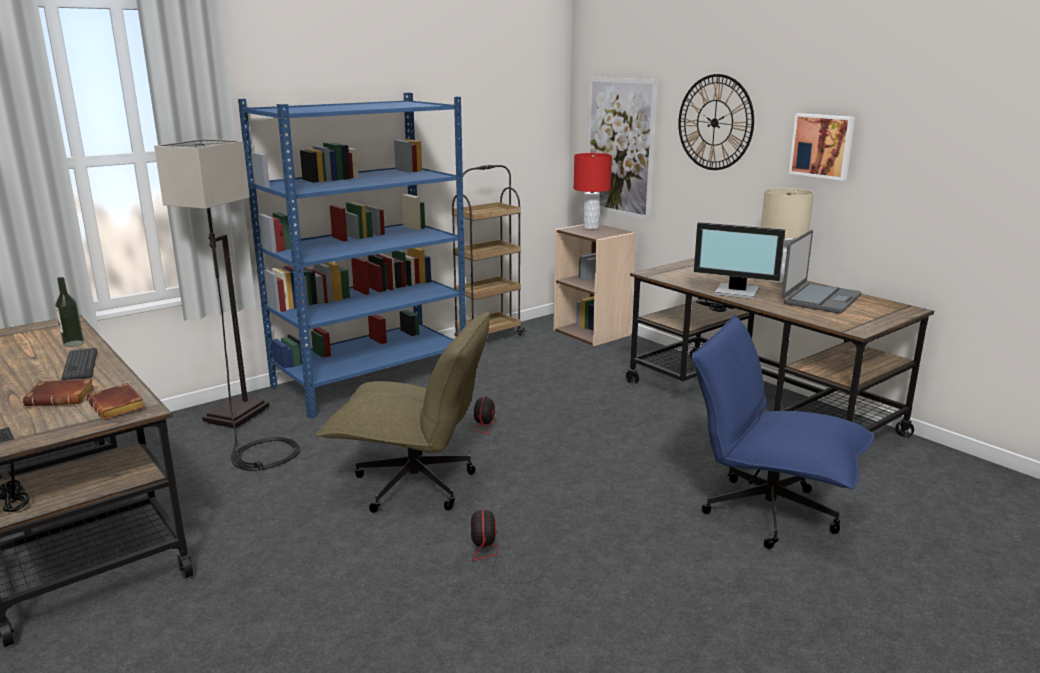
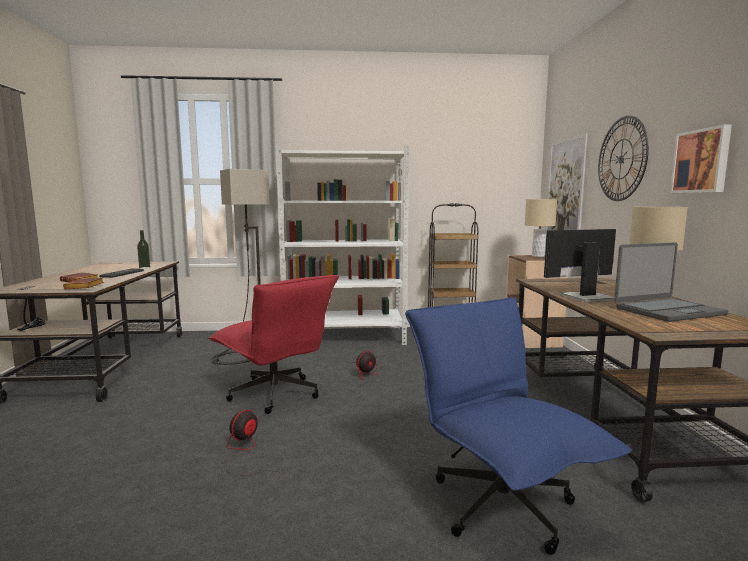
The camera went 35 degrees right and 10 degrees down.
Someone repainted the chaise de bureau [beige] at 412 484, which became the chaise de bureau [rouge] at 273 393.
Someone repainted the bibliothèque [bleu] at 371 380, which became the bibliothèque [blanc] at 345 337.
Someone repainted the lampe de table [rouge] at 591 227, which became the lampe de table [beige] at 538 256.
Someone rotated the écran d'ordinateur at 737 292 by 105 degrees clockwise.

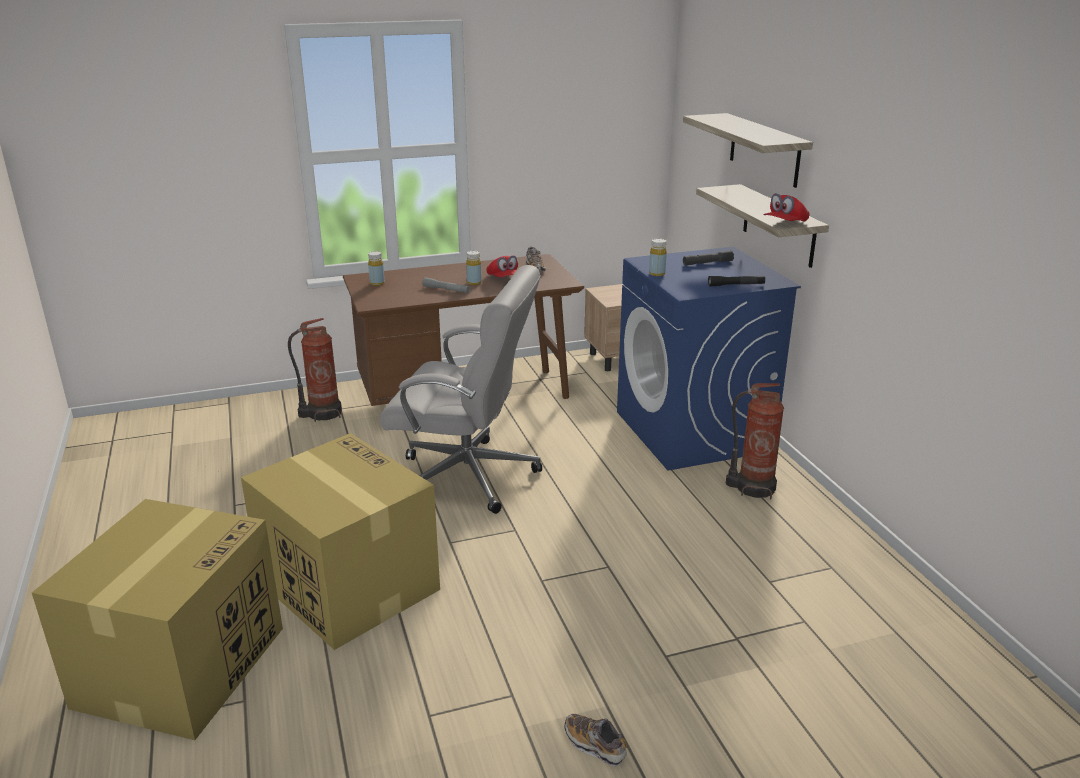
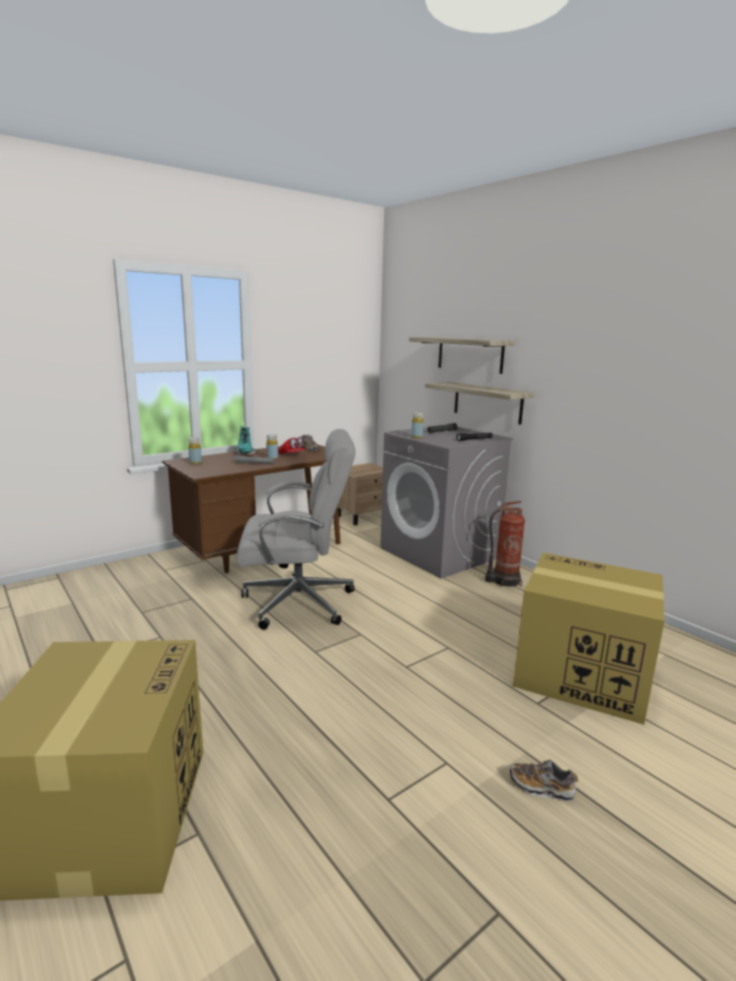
The camera went 20 degrees left and 10 degrees down.
Someone put down the botte [turquoise] at 245 454.
Someone repainted the lave-linge [bleu] at 694 431, which became the lave-linge [gris] at 440 553.
Someone carried the carton from 347 584 to 579 675.
Someone took away the extincteur at 322 413.
Someone took away the casquette [rouge] at 785 224.

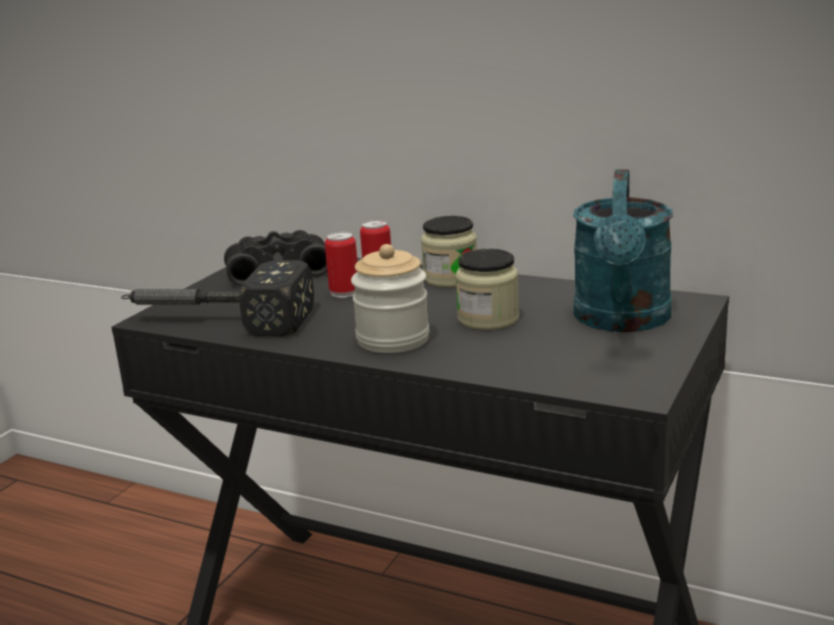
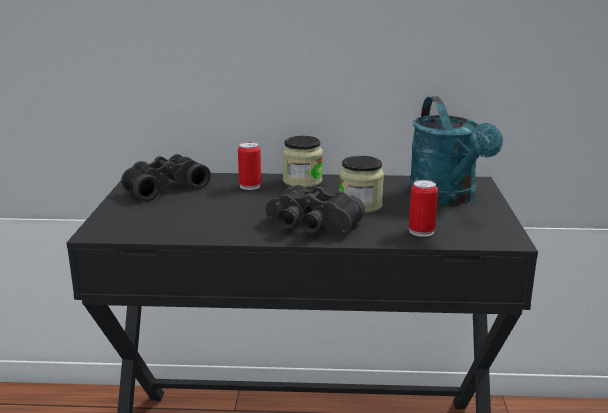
The camera went 25 degrees left and 0 degrees up.
Someone swapped the bocal at 393 340 for the jumelles [noir] at 311 226.
Someone carried the boîte métallique from 344 292 to 421 231.
Someone took away the marteau at 214 320.

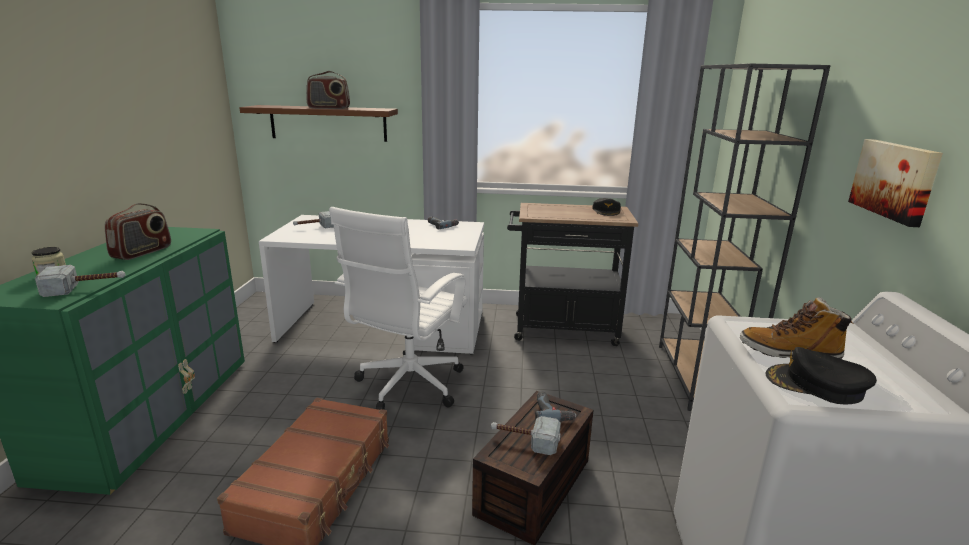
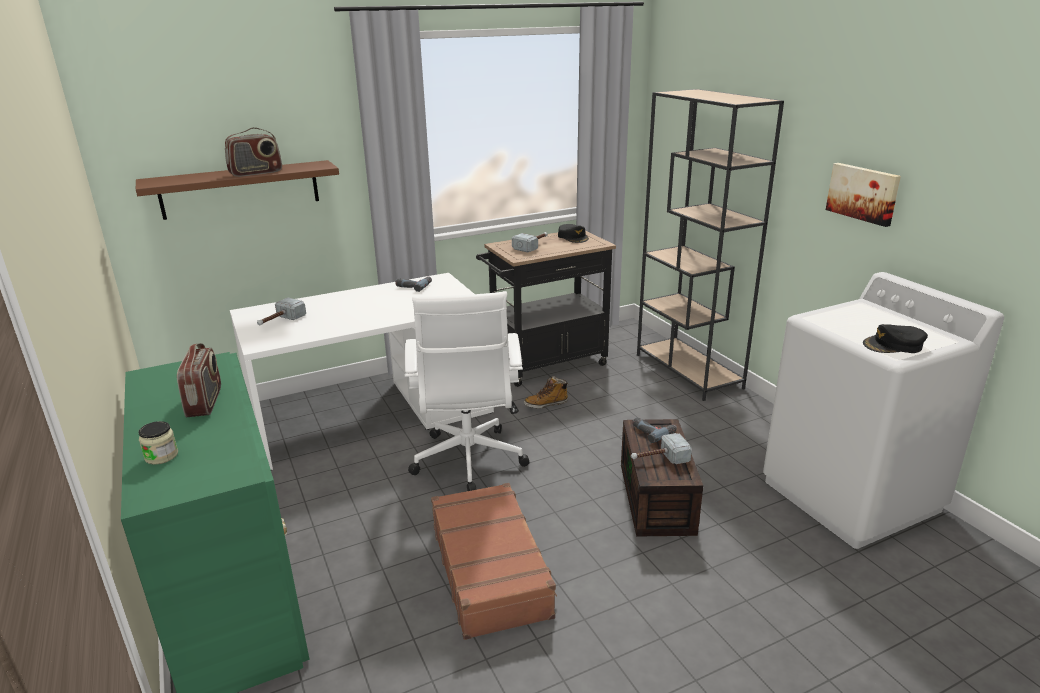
The camera went 30 degrees left and 5 degrees up.
Someone carried the marteau from 86 288 to 533 246.
Someone carried the botte from 789 353 to 546 404.

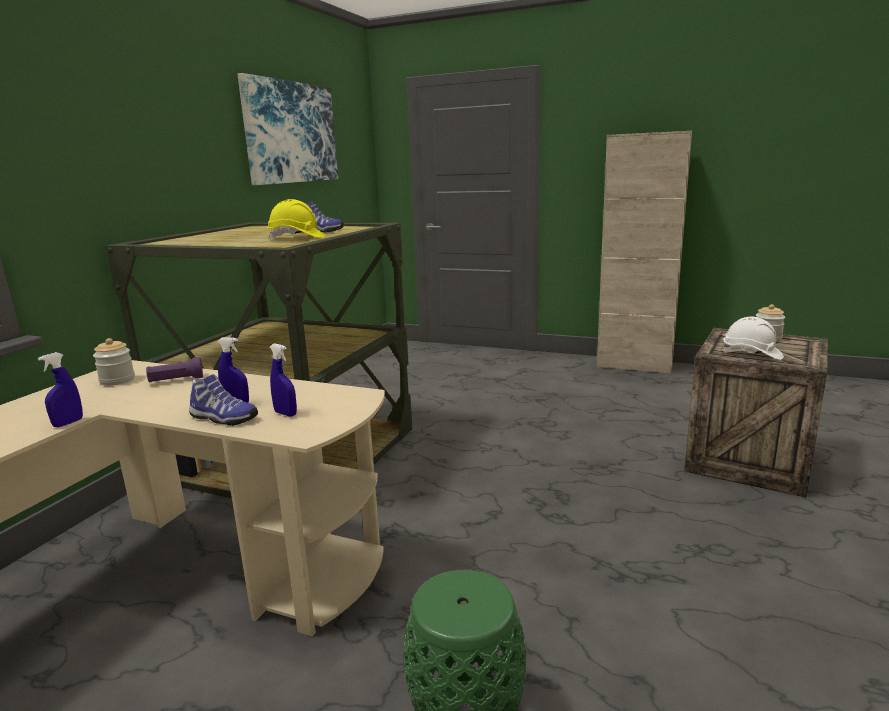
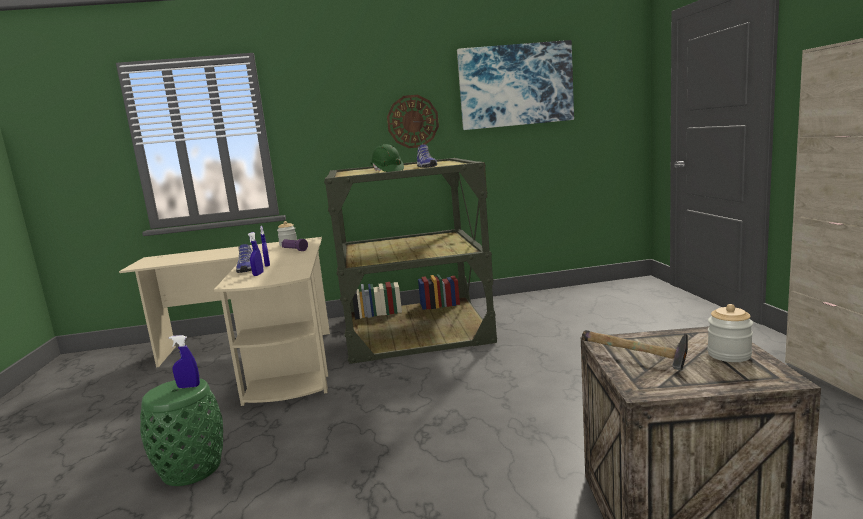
The camera went 60 degrees right and 5 degrees down.
Someone carried the vaporisateur [bleu] from 68 423 to 188 386.
Someone repainted the casque de chantier [jaune] at 297 238, which became the casque de chantier [vert] at 387 171.
Someone put up the horloge murale at 412 121.
Someone swapped the casque de chantier [blanc] at 751 354 for the marteau at 634 357.

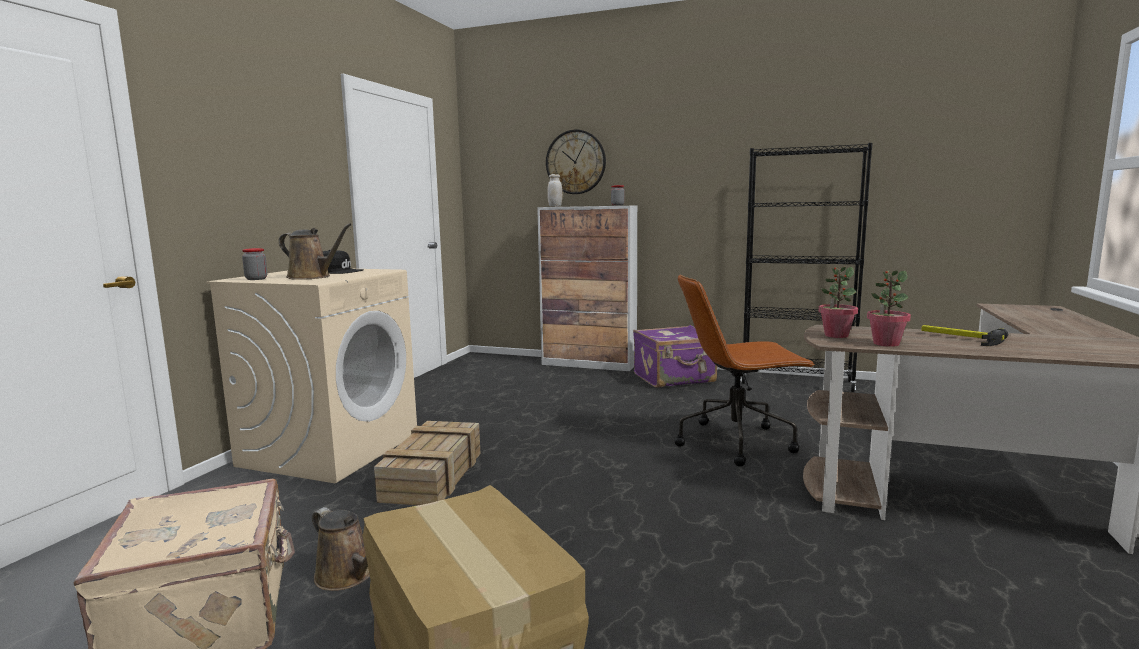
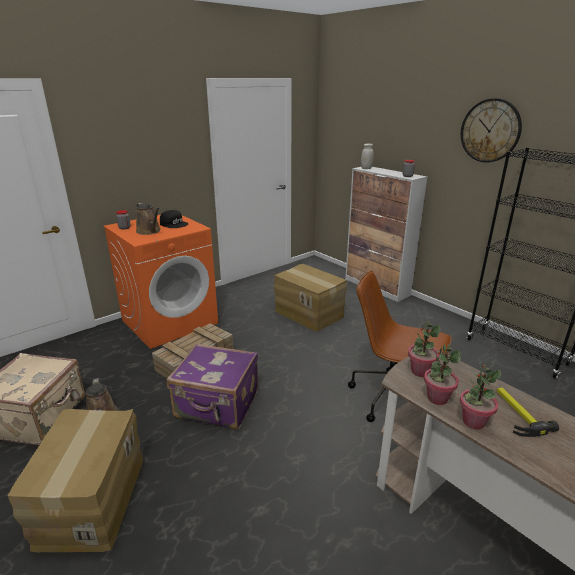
The camera went 30 degrees right and 15 degrees up.
Someone repainted the lave-linge [beige] at 331 448, which became the lave-linge [orange] at 170 321.
Someone carried the valise [violet] from 675 378 to 217 405.
Someone put down the carton at 309 313.
Someone put down the plante en pot at 473 421.
Someone carried the horloge murale from 575 162 to 490 131.

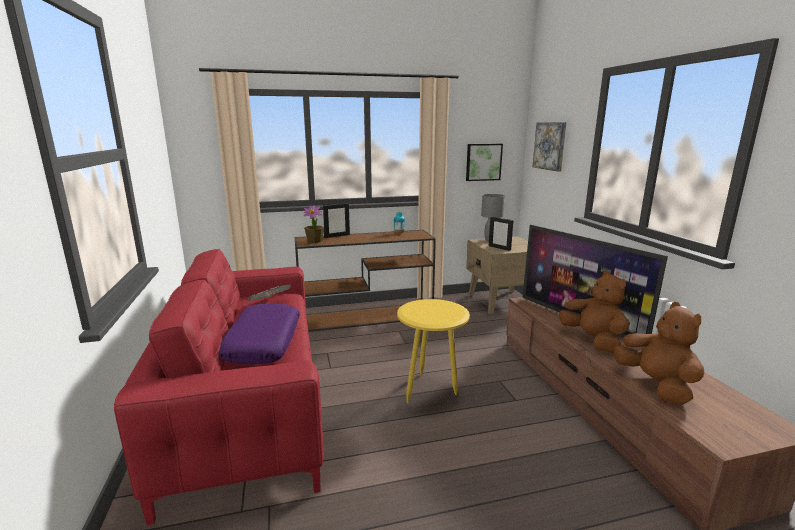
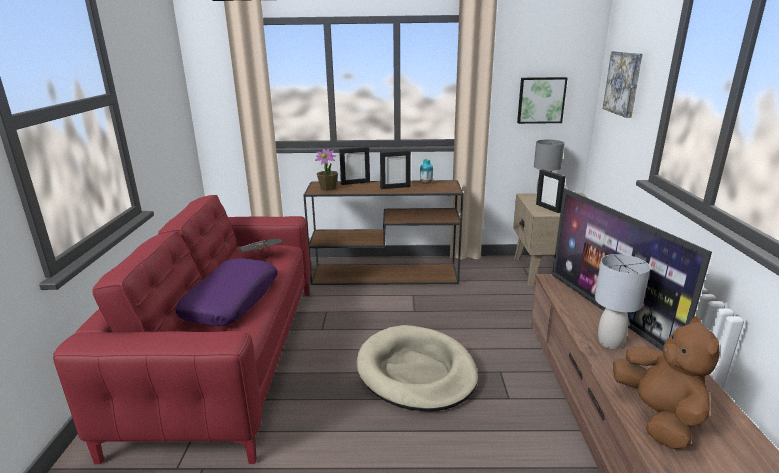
The camera went 15 degrees right and 5 degrees up.
Someone swapped the table d'appoint [jaune] at 431 390 for the panier pour chien [beige] at 416 371.
Someone put down the cadre photo at 395 187.
Someone swapped the peluche [marron] at 593 340 for the lampe de table [gris] at 610 343.

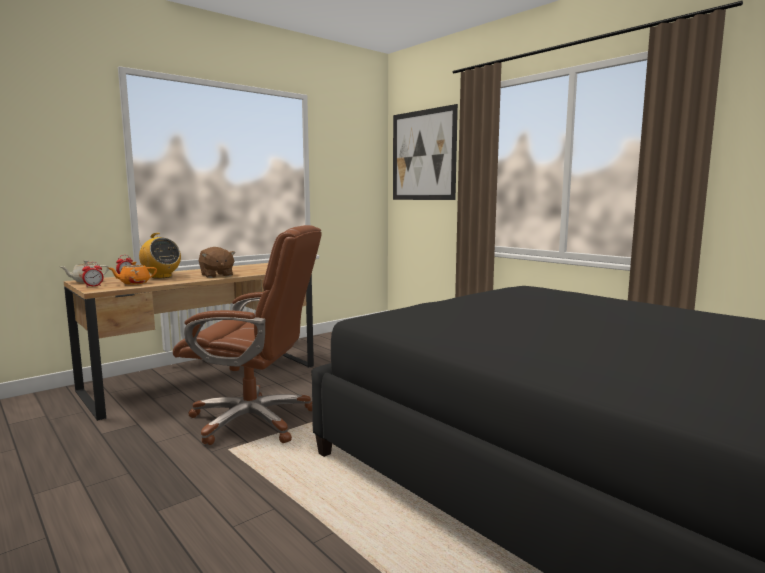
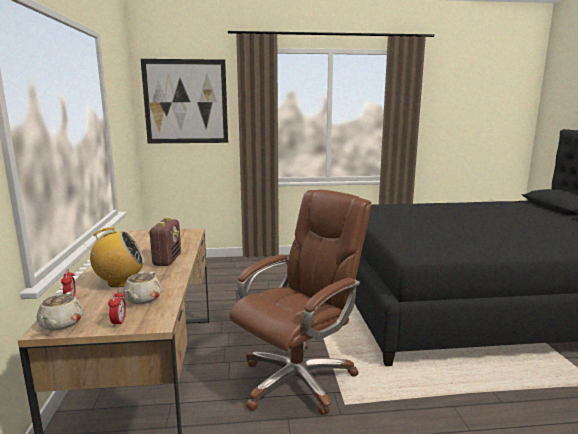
The camera went 55 degrees left and 5 degrees up.
Someone repainted the théière [orange] at 134 283, which became the théière [beige] at 142 299.
Someone swapped the peluche [marron] at 216 275 for the radio at 167 260.

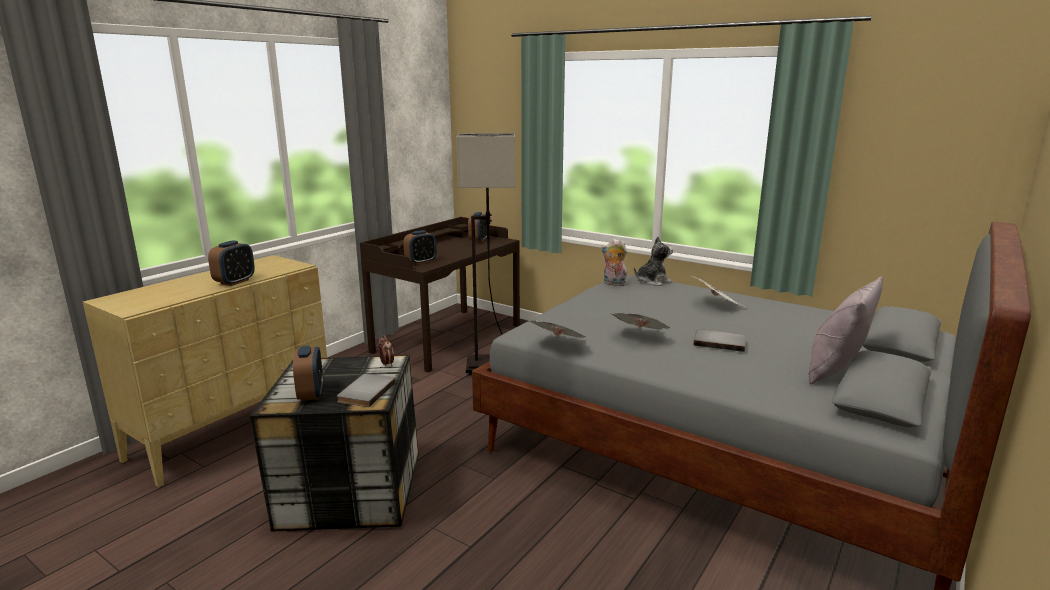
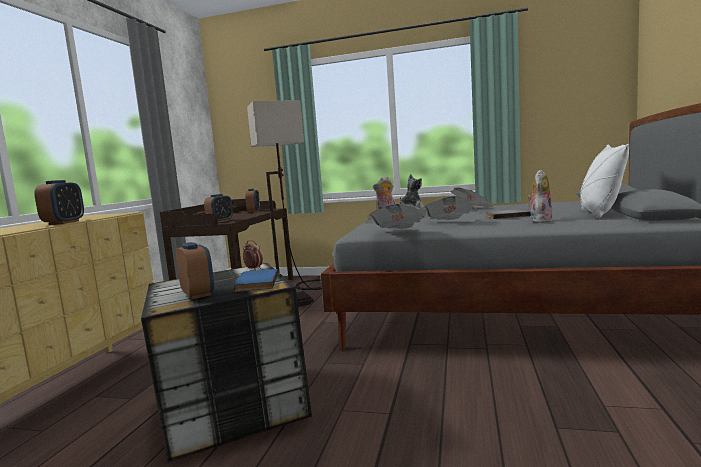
The camera went 20 degrees left and 10 degrees down.
Someone repainted the livre [gris] at 365 392, which became the livre [bleu] at 255 283.
Someone put down the peluche at 540 220.
Someone repainted the coussin [violet] at 835 371, which became the coussin [blanc] at 600 214.

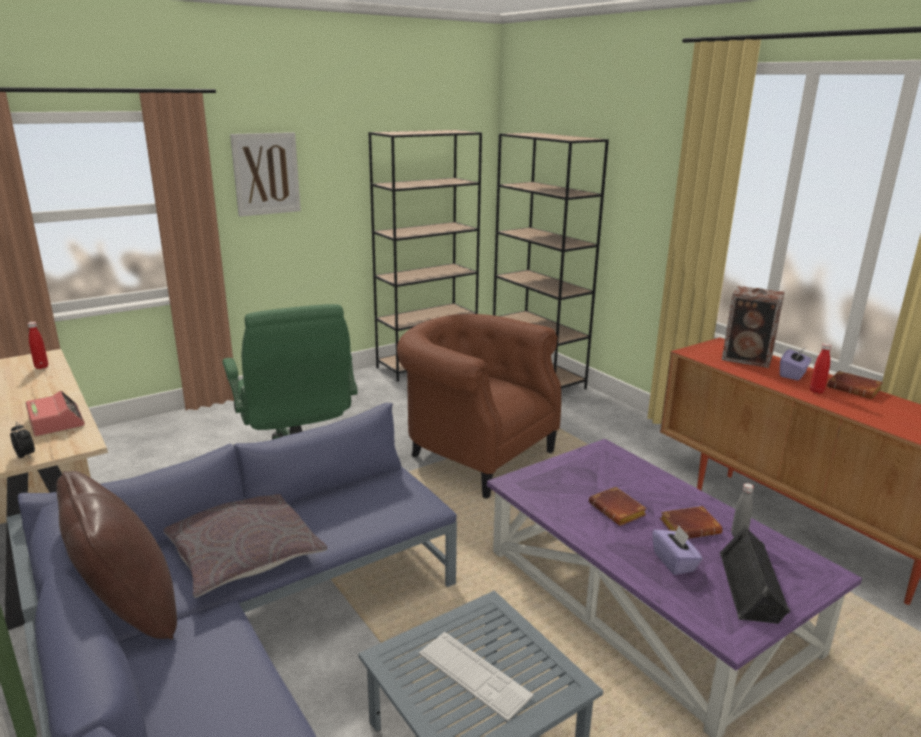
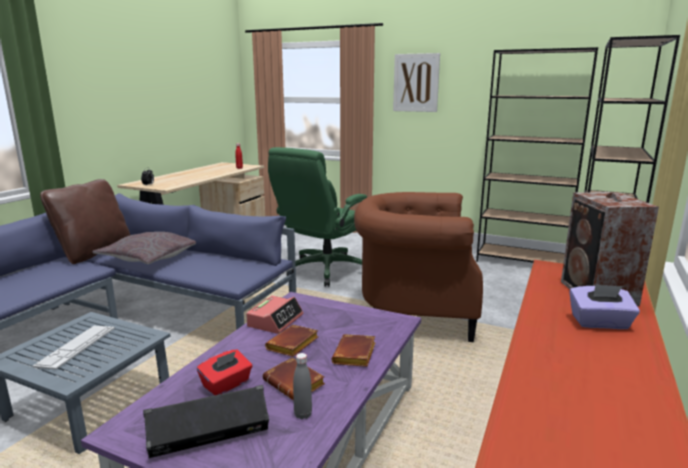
The camera went 60 degrees right and 5 degrees down.
Someone repainted the boîte à mouchoirs [violet] at 674 562, which became the boîte à mouchoirs [rouge] at 226 384.
Someone carried the réveil from 56 421 to 275 320.
Someone carried the livre [marron] from 855 389 to 355 355.
Someone rotated the fauteuil [marron] at 474 455 by 90 degrees counterclockwise.
Someone took away the bouteille [rouge] at 816 391.

